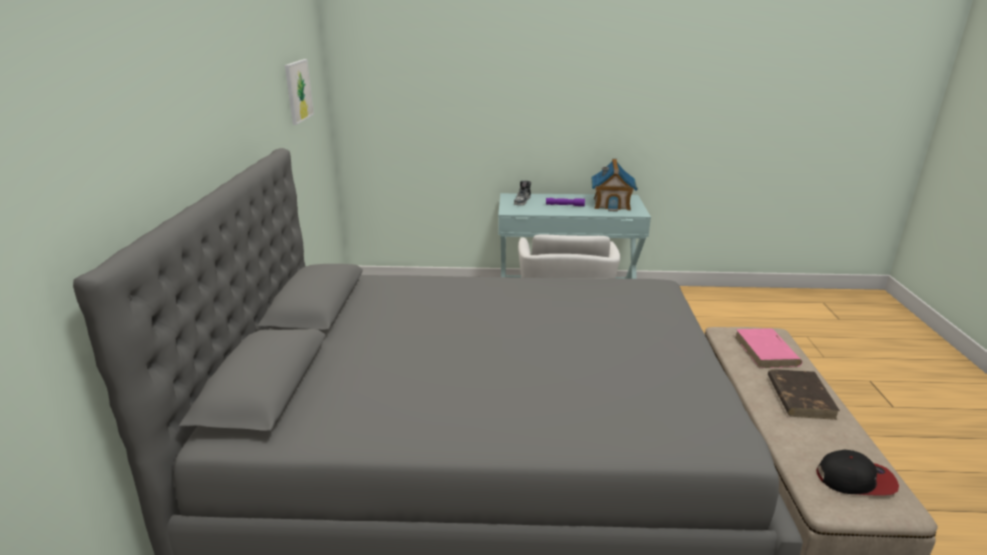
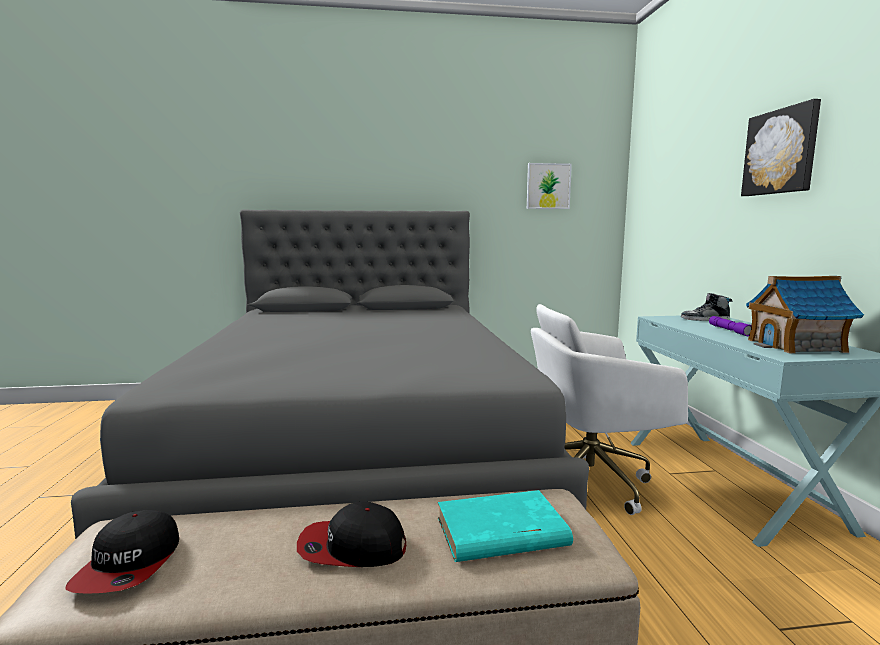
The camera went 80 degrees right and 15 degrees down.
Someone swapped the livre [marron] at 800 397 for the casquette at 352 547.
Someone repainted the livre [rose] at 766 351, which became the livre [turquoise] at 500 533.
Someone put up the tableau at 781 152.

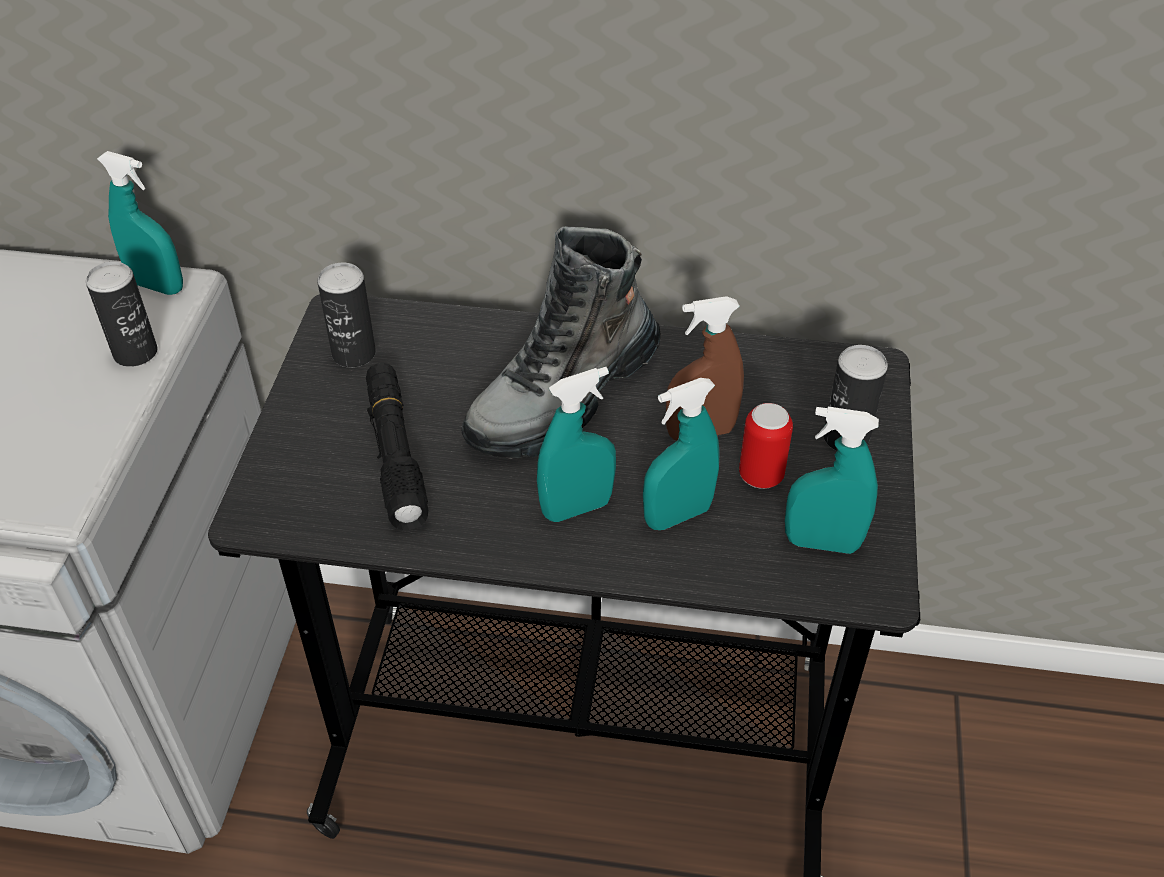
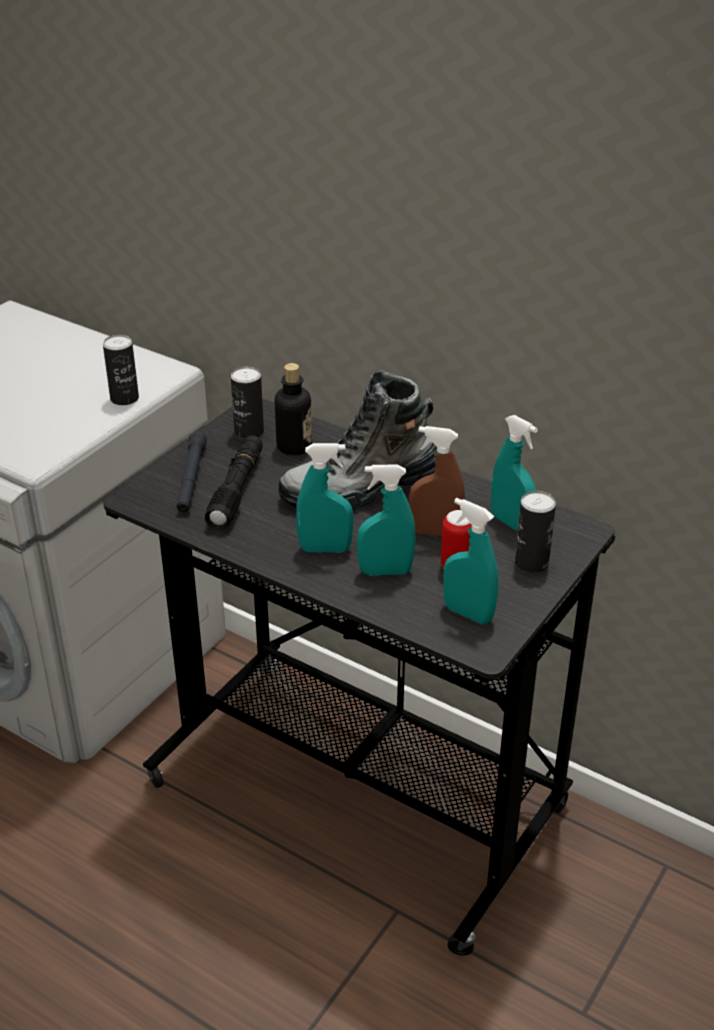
The camera went 25 degrees right and 10 degrees down.
Someone put down the lampe de poche [noir] at 191 479.
Someone put down the bouteille at 294 447.
Someone carried the vaporisateur [turquoise] from 157 286 to 510 522.

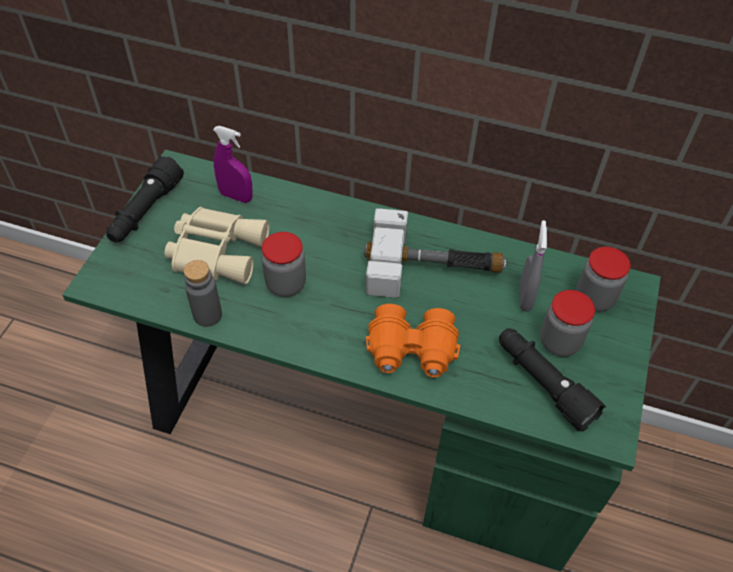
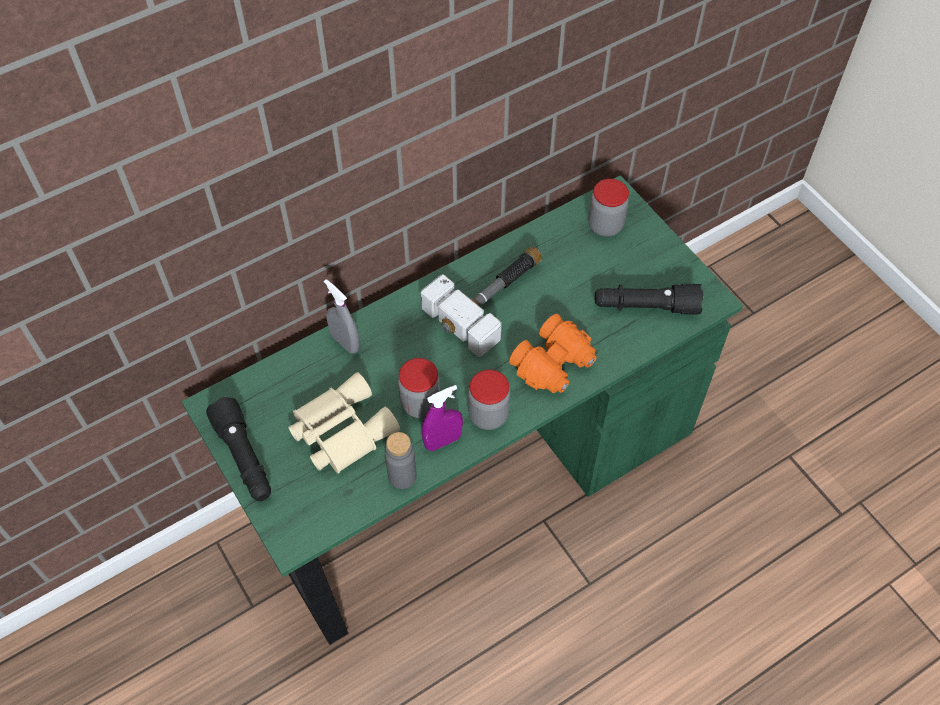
The camera went 50 degrees left and 5 degrees up.
Someone carried the vaporisateur [gris] from 525 297 to 345 342.
Someone carried the vaporisateur [violet] from 236 196 to 443 441.
Someone carried the bocal from 559 342 to 488 415.

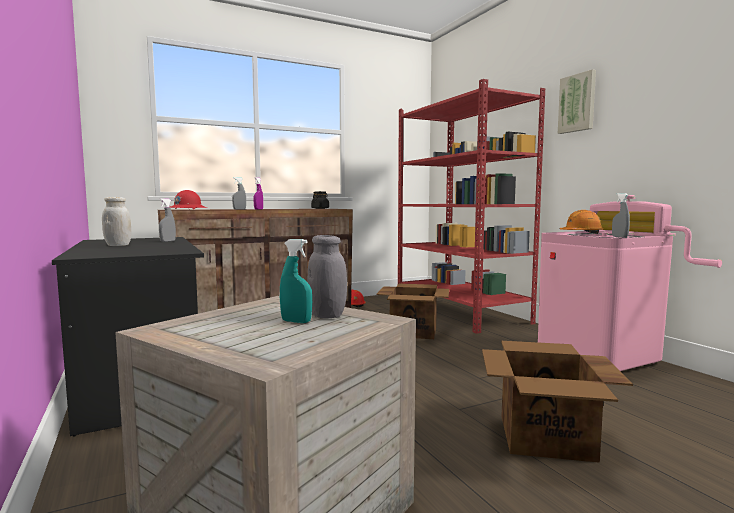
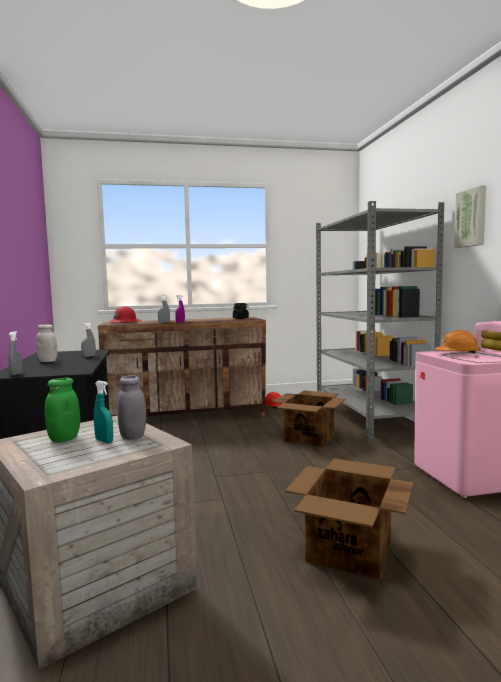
The camera went 15 degrees right and 0 degrees up.
Someone carried the vaporisateur [gris] from 619 237 to 16 374.
Someone put down the bocal [vert] at 64 439.
Someone repainted the bibliothèque [rouge] at 460 312, which became the bibliothèque [gris] at 370 419.

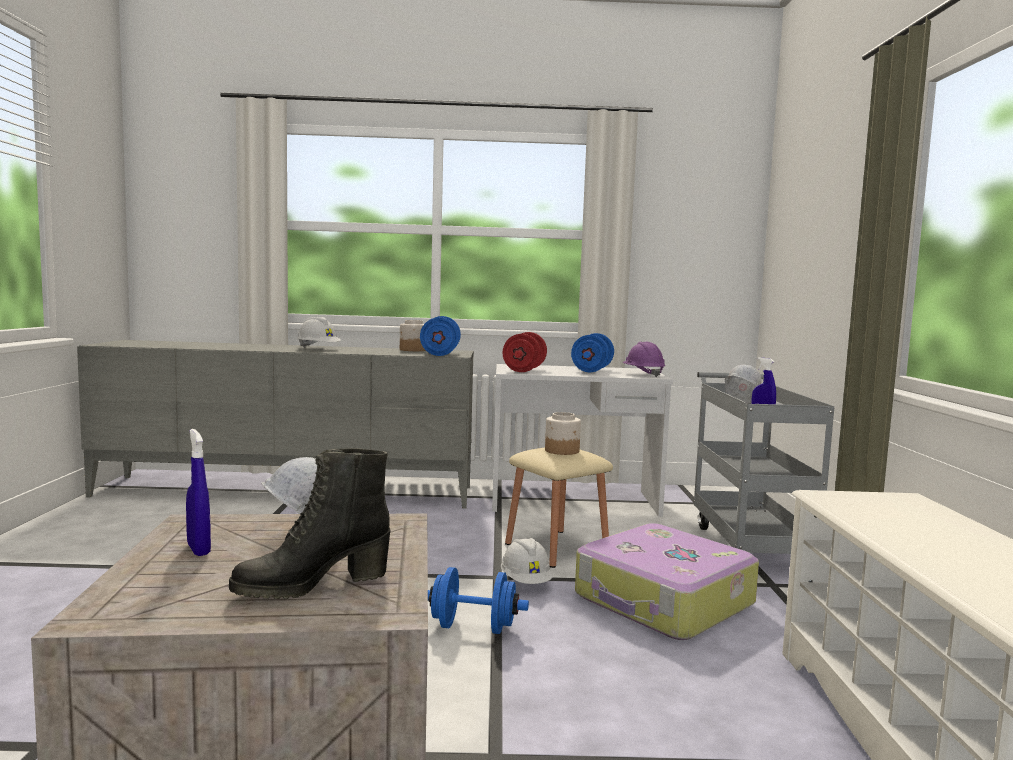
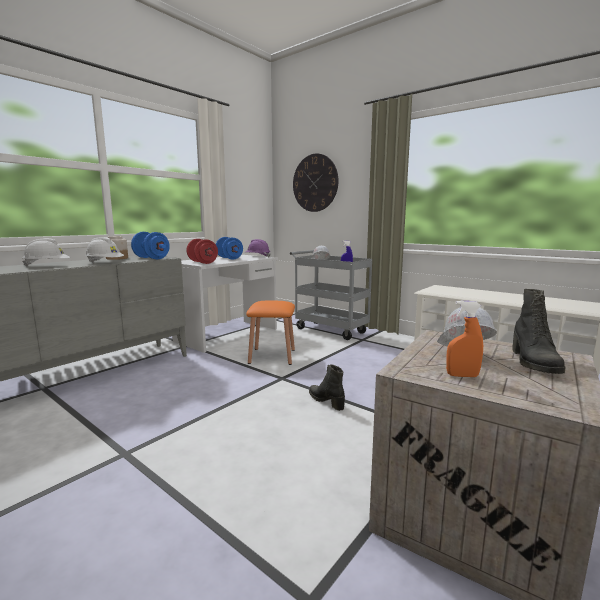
The camera went 50 degrees left and 5 degrees up.
Someone carried the casque de chantier [blanc] from 526 582 to 105 263.
Someone repainted the tabouret [beige] at 556 548, which became the tabouret [orange] at 272 356.
Someone put up the horloge murale at 315 183.
Someone swapped the haltère [bleu] at 473 627 for the botte [noir] at 326 401.
Someone repainted the vaporisateur [bleu] at 198 549, which became the vaporisateur [orange] at 462 375.
Someone took away the bocal at 562 451.
Someone took away the valise at 663 601.

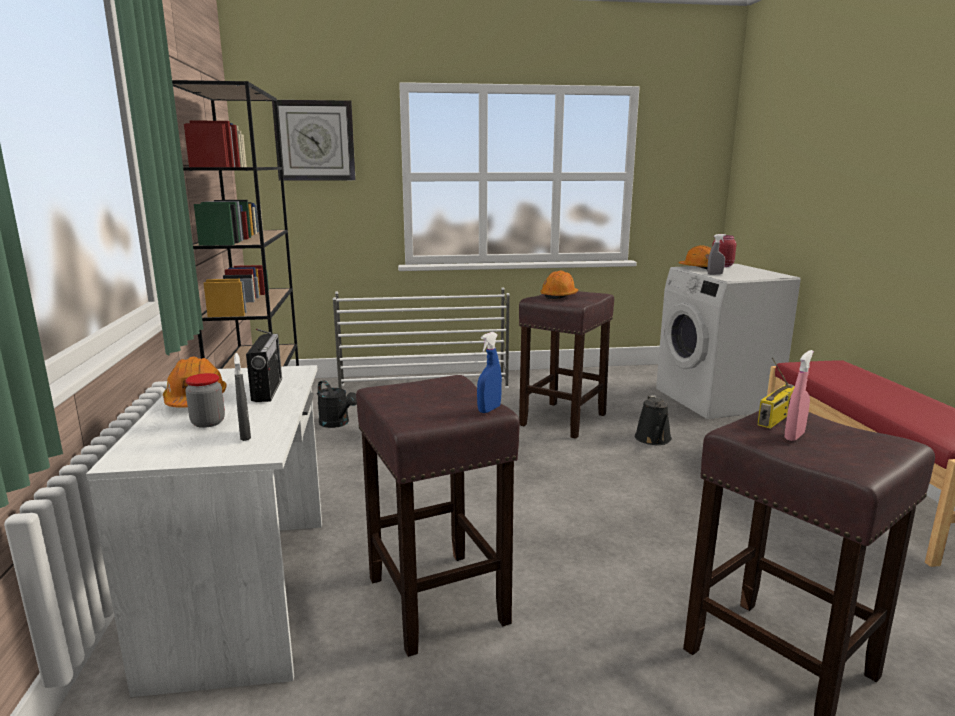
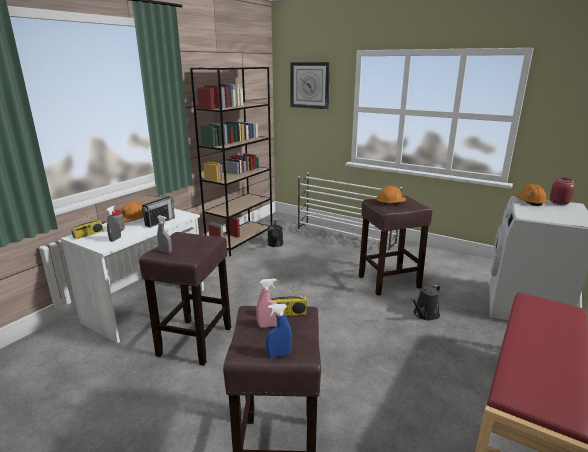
The camera went 40 degrees right and 5 degrees up.
Someone put down the radio at 88 234.
Someone carried the vaporisateur [gris] from 715 274 to 165 251.
Someone carried the vaporisateur [bleu] from 489 409 to 279 354.

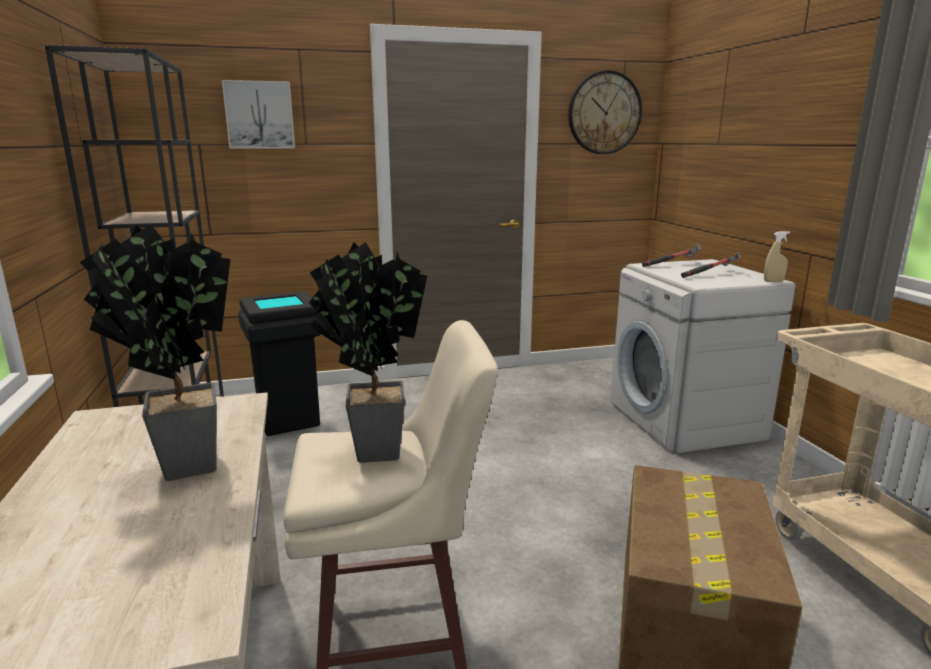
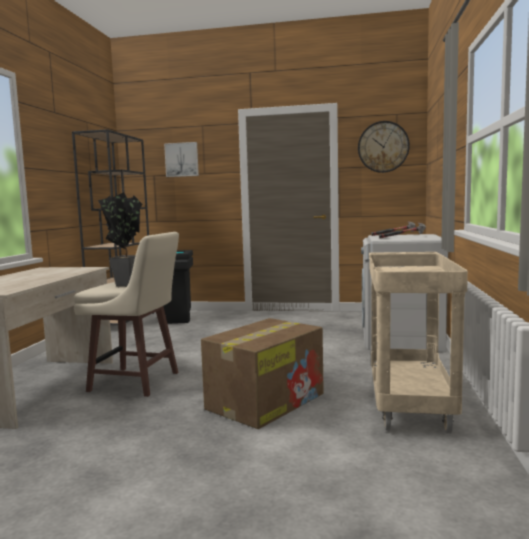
The camera went 25 degrees right and 10 degrees down.
Someone took away the plante en pot at 180 465.
Someone took away the vaporisateur [beige] at 773 281.

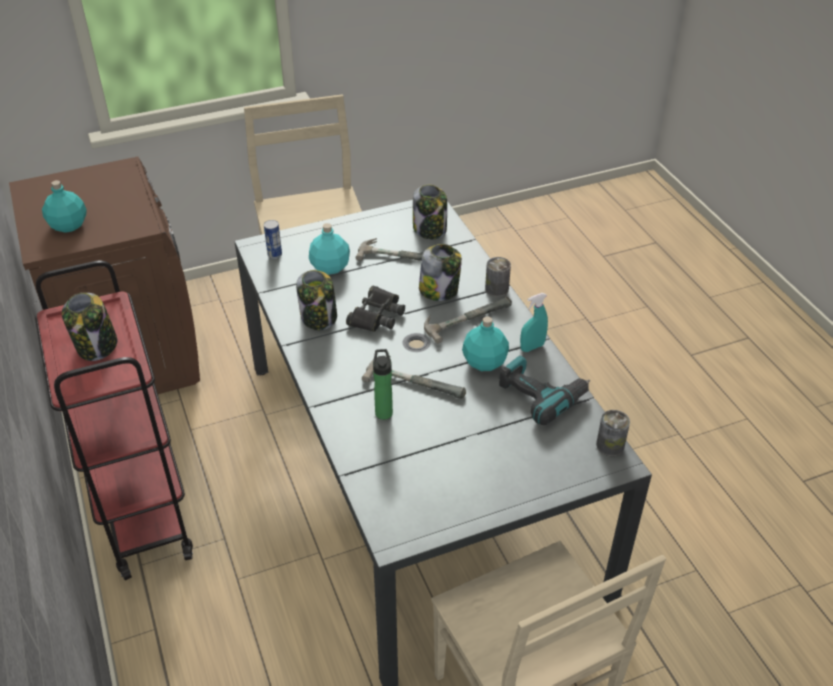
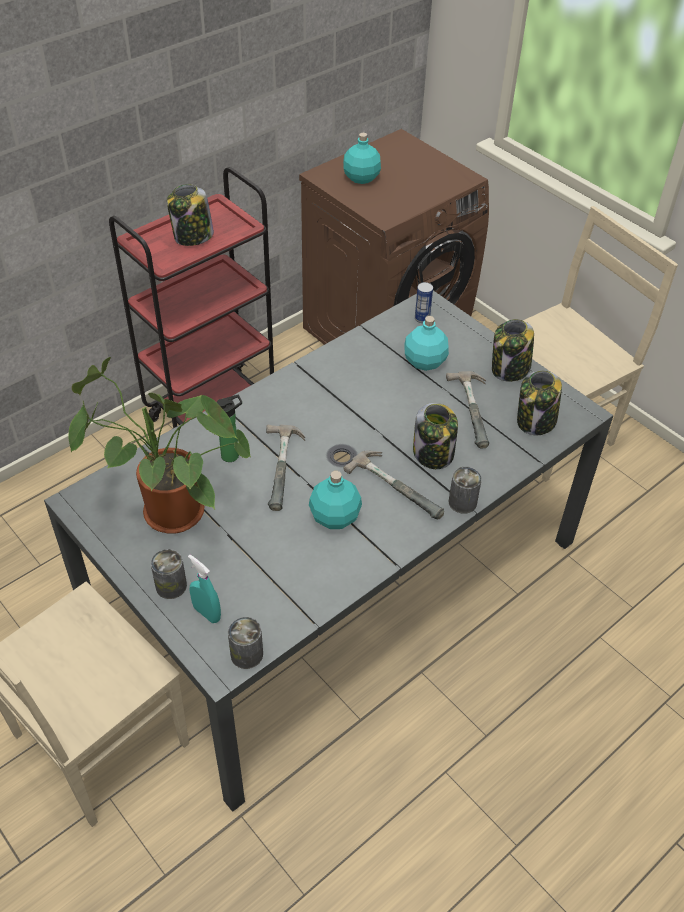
The camera went 70 degrees right and 5 degrees up.
Someone put down the plante en pot at 167 515.
Someone put down the boîte métallique at 171 586.
Someone carried the vaporisateur [turquoise] from 532 347 to 207 613.
Someone carried the bocal from 319 318 to 510 369.
Someone took away the jumelles [noir] at 376 315.
Someone took away the perceuse at 541 395.

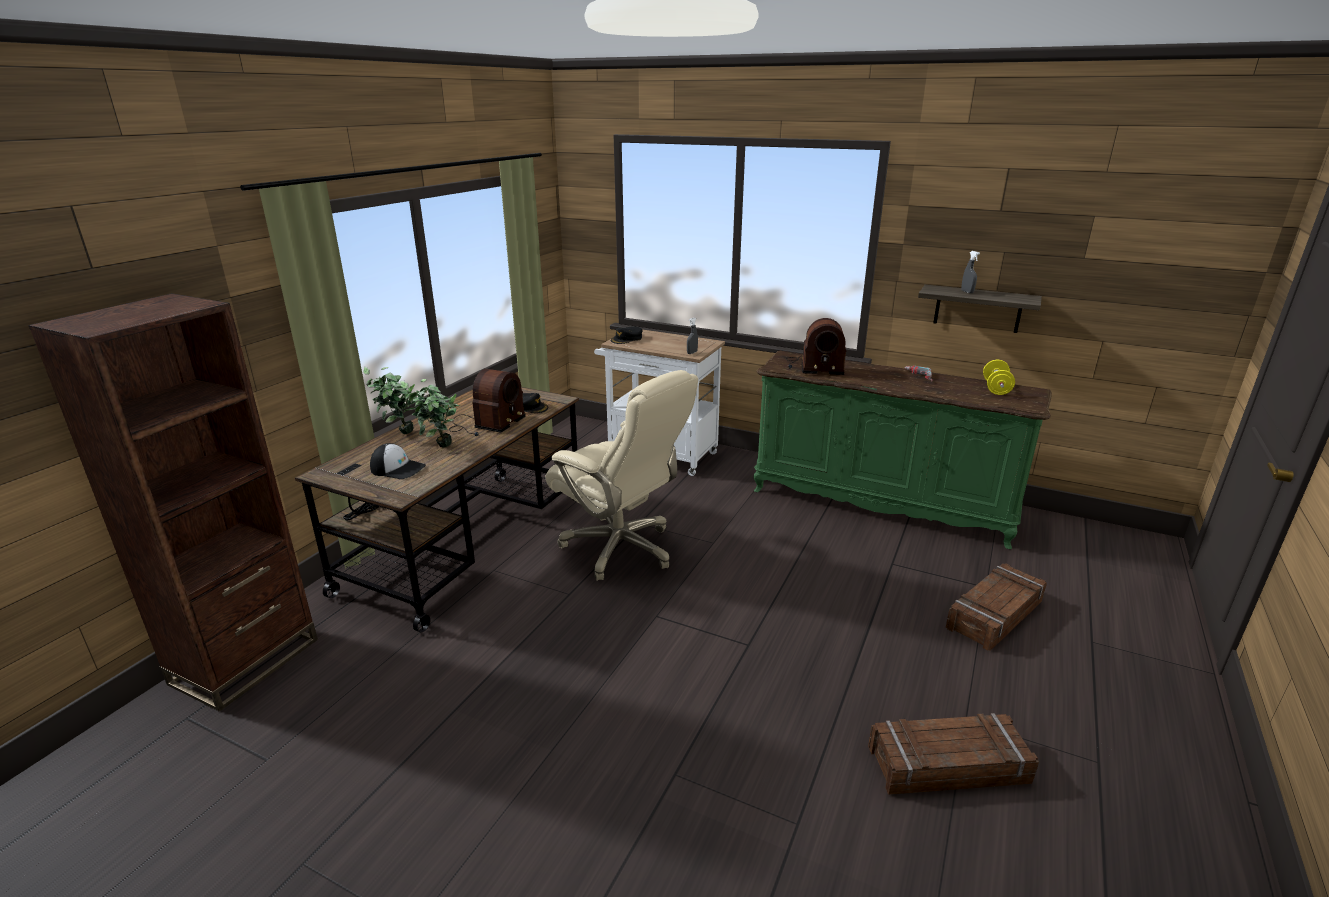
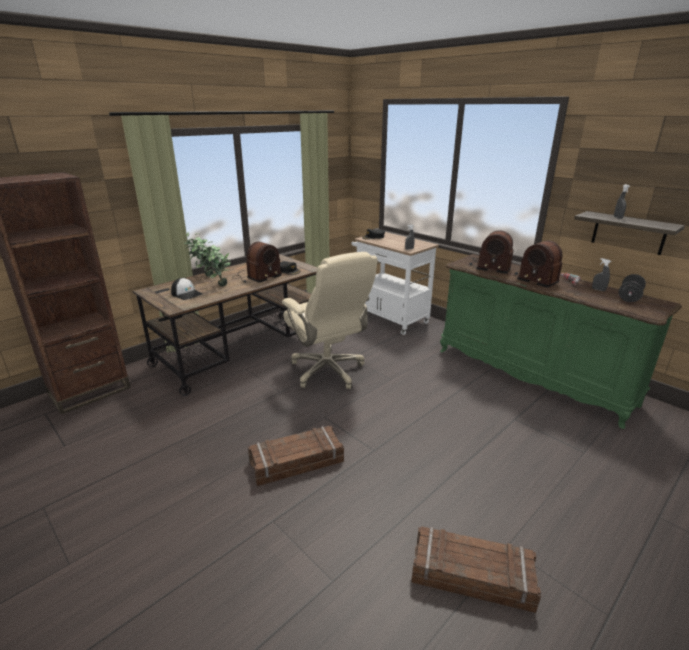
The camera went 20 degrees right and 0 degrees up.
Someone carried the caisse from 995 615 to 297 462.
Someone put down the radio at 536 278.
Someone put down the vaporisateur [gris] at 598 289.
Someone repainted the haltère [jaune] at 996 388, which became the haltère [noir] at 629 297.

